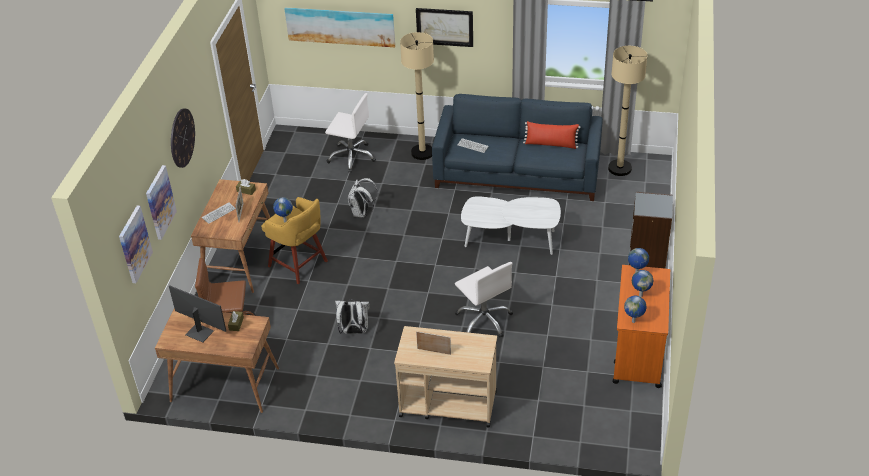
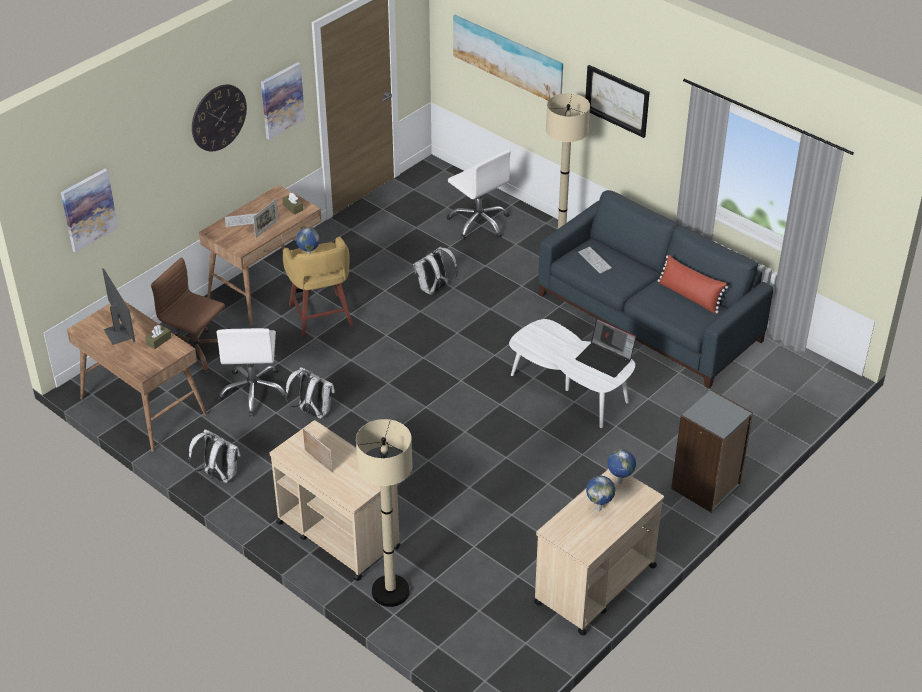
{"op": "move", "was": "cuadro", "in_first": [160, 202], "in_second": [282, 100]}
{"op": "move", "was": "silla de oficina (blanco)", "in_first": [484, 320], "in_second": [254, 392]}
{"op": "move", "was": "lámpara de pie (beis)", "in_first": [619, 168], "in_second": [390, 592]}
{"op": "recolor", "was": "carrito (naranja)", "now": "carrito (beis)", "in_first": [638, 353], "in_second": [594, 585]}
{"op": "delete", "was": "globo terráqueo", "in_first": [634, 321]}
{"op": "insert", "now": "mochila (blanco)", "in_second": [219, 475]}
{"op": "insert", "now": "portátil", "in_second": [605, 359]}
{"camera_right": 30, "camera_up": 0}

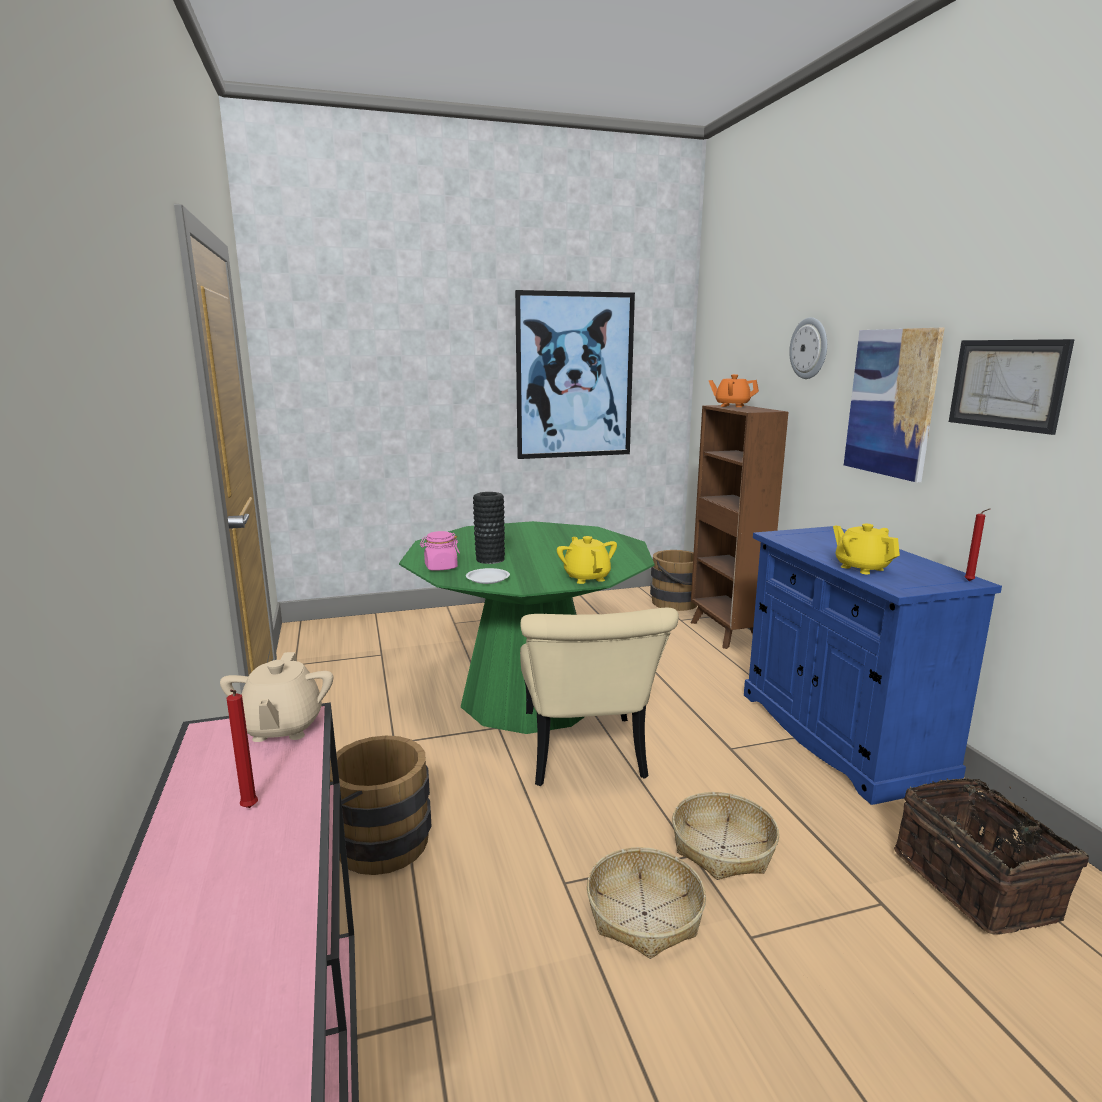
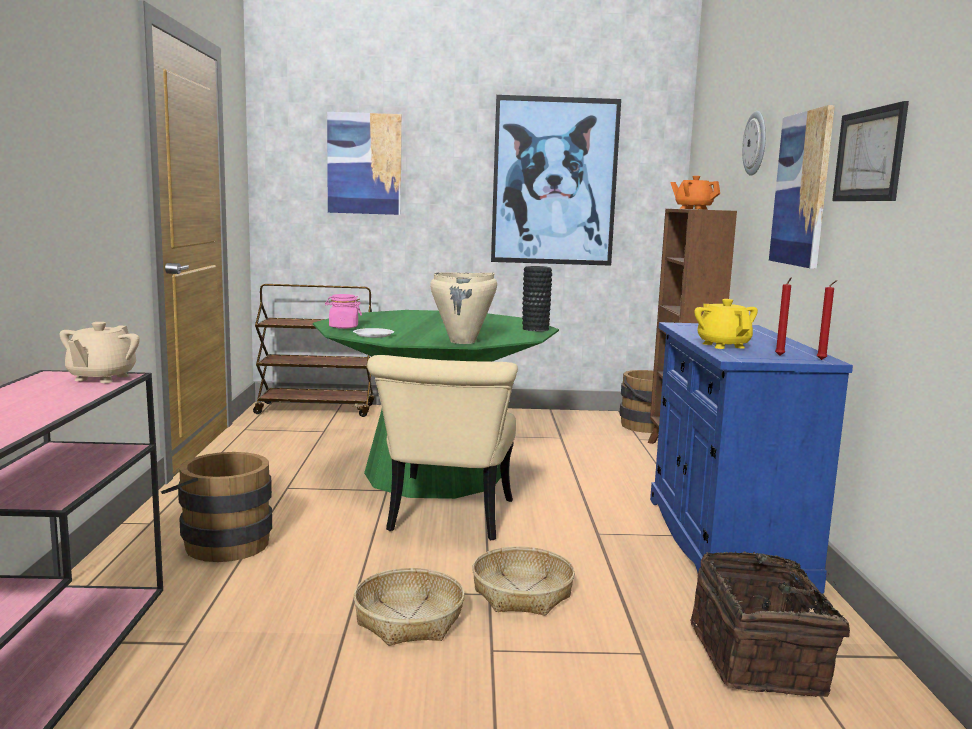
{"op": "move", "was": "vela (rojo)", "in_first": [249, 809], "in_second": [780, 356]}
{"op": "move", "was": "florero (negro)", "in_first": [490, 559], "in_second": [535, 329]}
{"op": "replace", "was": "tetera (amarillo)", "now": "olla (beis)", "in_first": [586, 577], "in_second": [463, 341]}
{"op": "insert", "now": "carrito (marrón)", "in_second": [316, 409]}
{"op": "insert", "now": "cuadro", "in_second": [364, 164]}
{"camera_right": 15, "camera_up": -5}

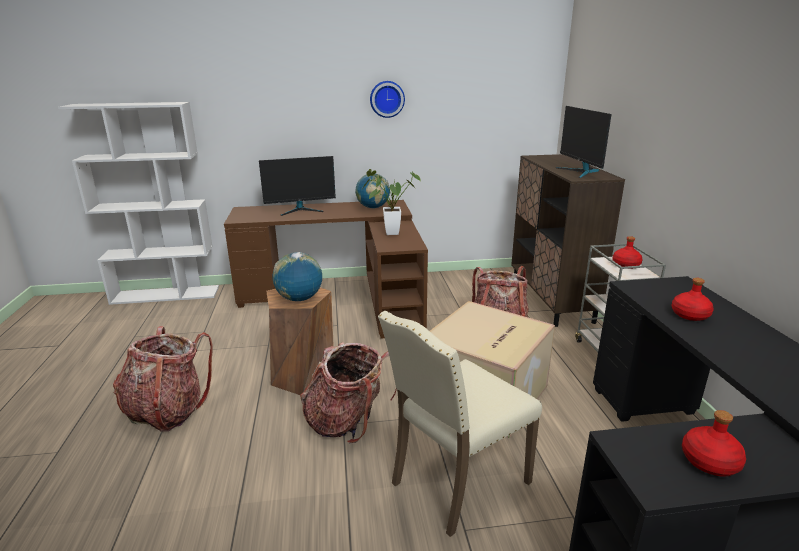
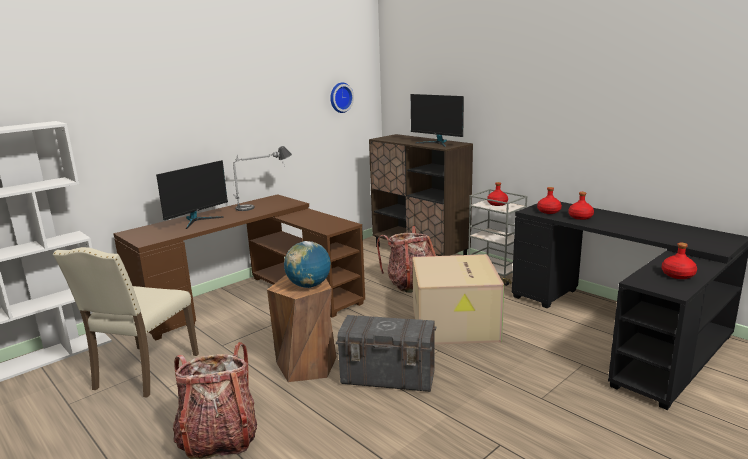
{"op": "replace", "was": "mochila", "now": "caja de almacenaje (gris)", "in_first": [349, 422], "in_second": [388, 377]}
{"op": "replace", "was": "globo terráqueo", "now": "lámpara de mesa", "in_first": [373, 207], "in_second": [263, 205]}
{"op": "delete", "was": "planta en maceta", "in_first": [388, 233]}
{"op": "move", "was": "reloj de pared", "in_first": [387, 99], "in_second": [340, 97]}
{"op": "move", "was": "silla (beis)", "in_first": [456, 482], "in_second": [144, 372]}
{"op": "insert", "now": "botella (rojo)", "in_second": [549, 211]}
{"camera_right": -35, "camera_up": -5}

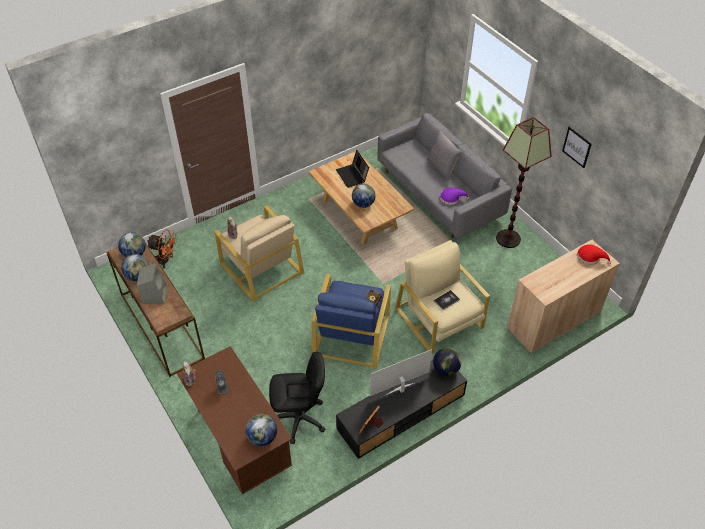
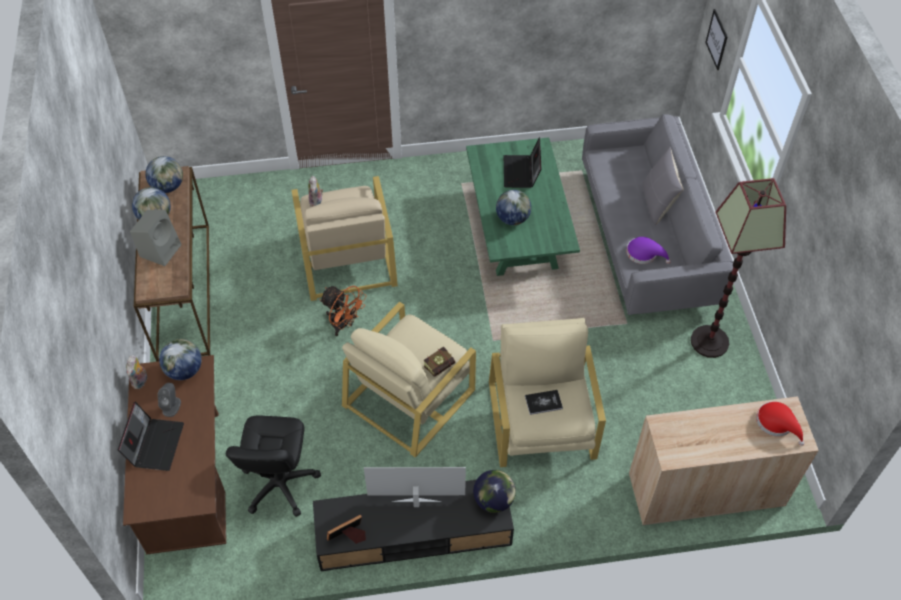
{"op": "move", "was": "ventilador (naranja)", "in_first": [166, 260], "in_second": [344, 325]}
{"op": "move", "was": "globo terráqueo", "in_first": [262, 437], "in_second": [184, 370]}
{"op": "rotate", "was": "silla de oficina (negro)", "in_first": [299, 419], "in_second": [279, 484], "clockwise": 75}
{"op": "recolor", "was": "mesa de centro (beis)", "now": "mesa de centro (verde)", "in_first": [359, 214], "in_second": [518, 229]}
{"op": "recolor", "was": "sillón (azul)", "now": "sillón (beis)", "in_first": [351, 335], "in_second": [409, 396]}
{"op": "move", "was": "cuadro", "in_first": [576, 147], "in_second": [716, 39]}
{"op": "insert", "now": "portátil", "in_second": [155, 444]}
{"camera_right": 25, "camera_up": 5}

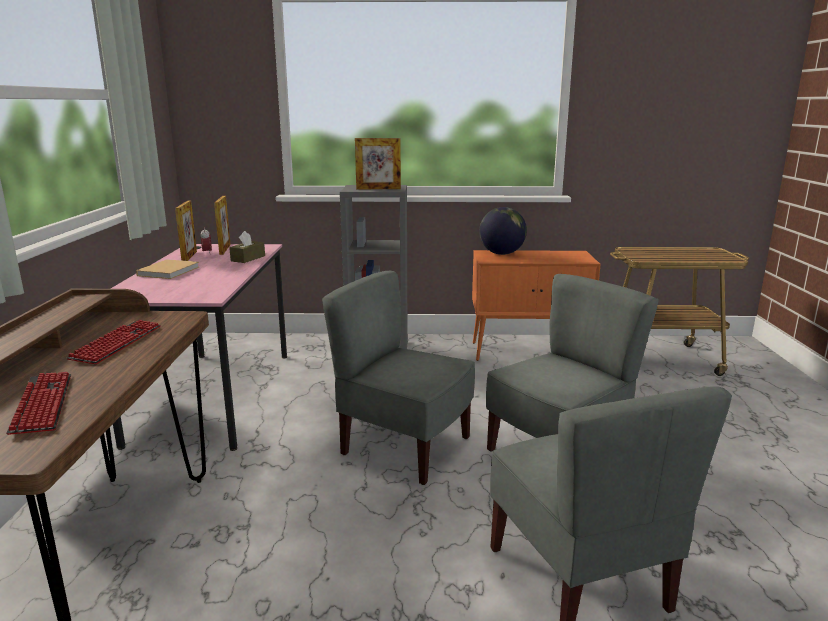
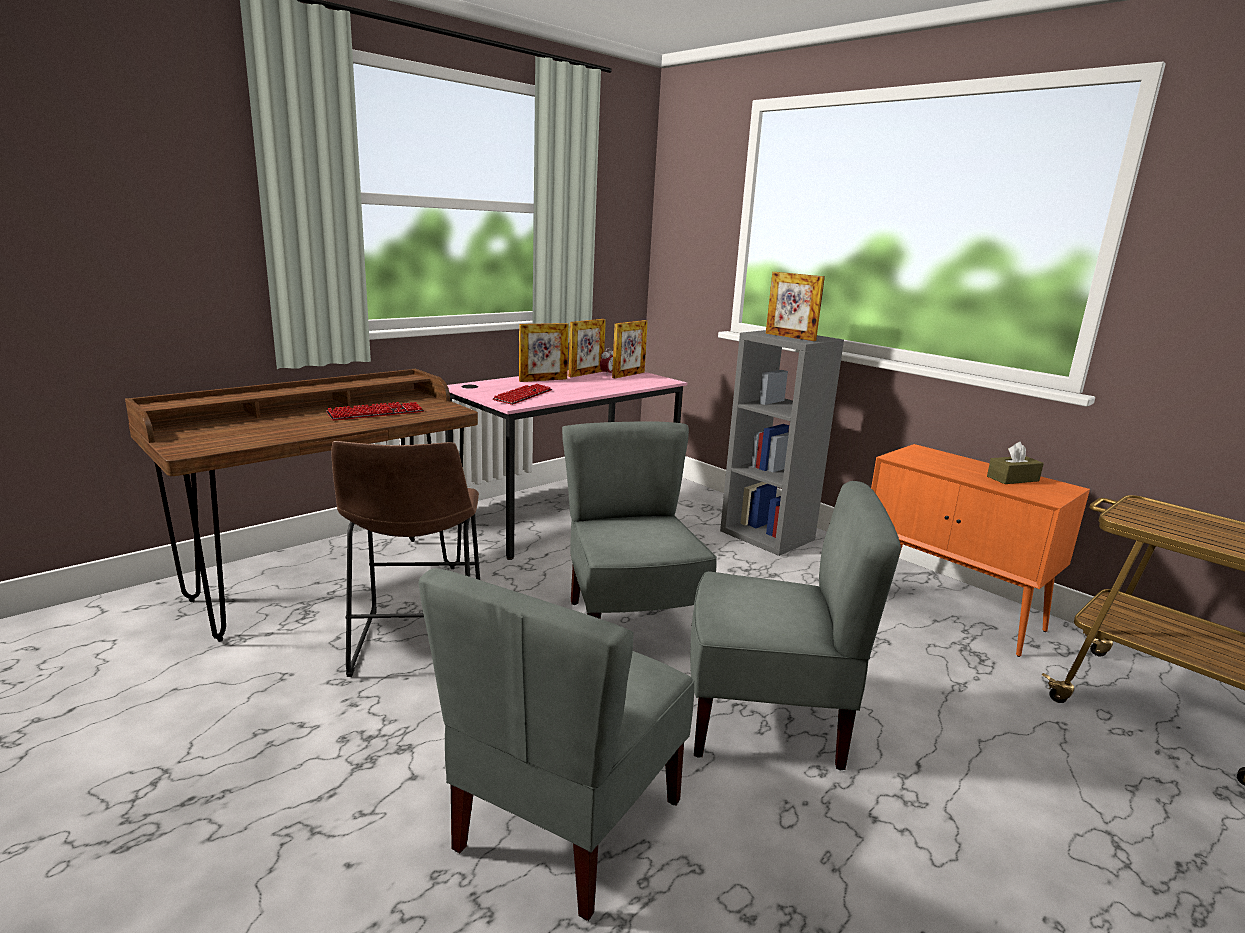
{"op": "move", "was": "teclado", "in_first": [43, 404], "in_second": [523, 396]}
{"op": "replace", "was": "libro (beis)", "now": "portarretratos", "in_first": [170, 271], "in_second": [543, 380]}
{"op": "move", "was": "caja de pañuelos (marrón)", "in_first": [248, 258], "in_second": [1012, 479]}
{"op": "delete", "was": "globo terráqueo", "in_first": [501, 253]}
{"op": "insert", "now": "taburete (marrón)", "in_second": [417, 646]}
{"camera_right": 45, "camera_up": 0}

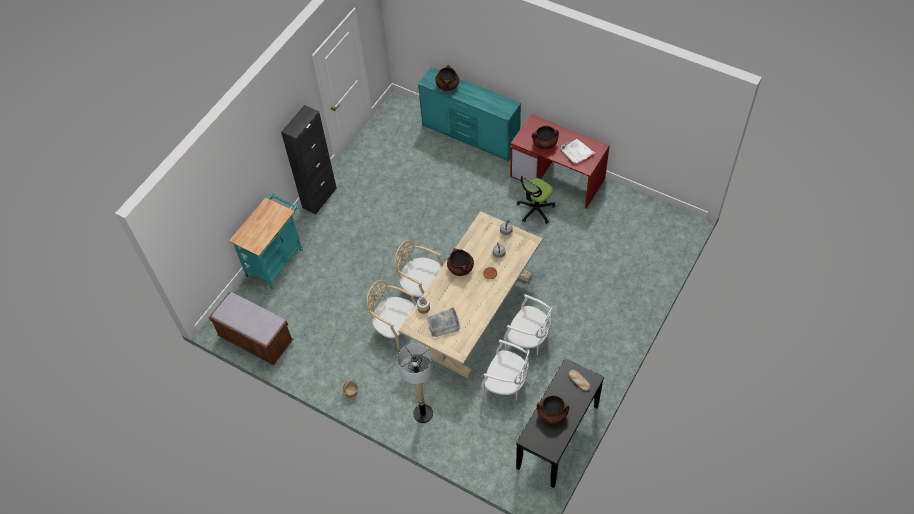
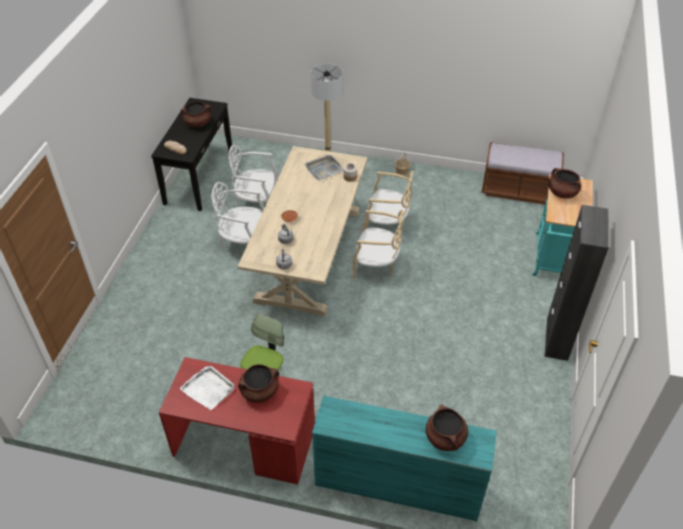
{"op": "move", "was": "olla (marrón)", "in_first": [460, 268], "in_second": [562, 193]}
{"camera_right": 160, "camera_up": -10}

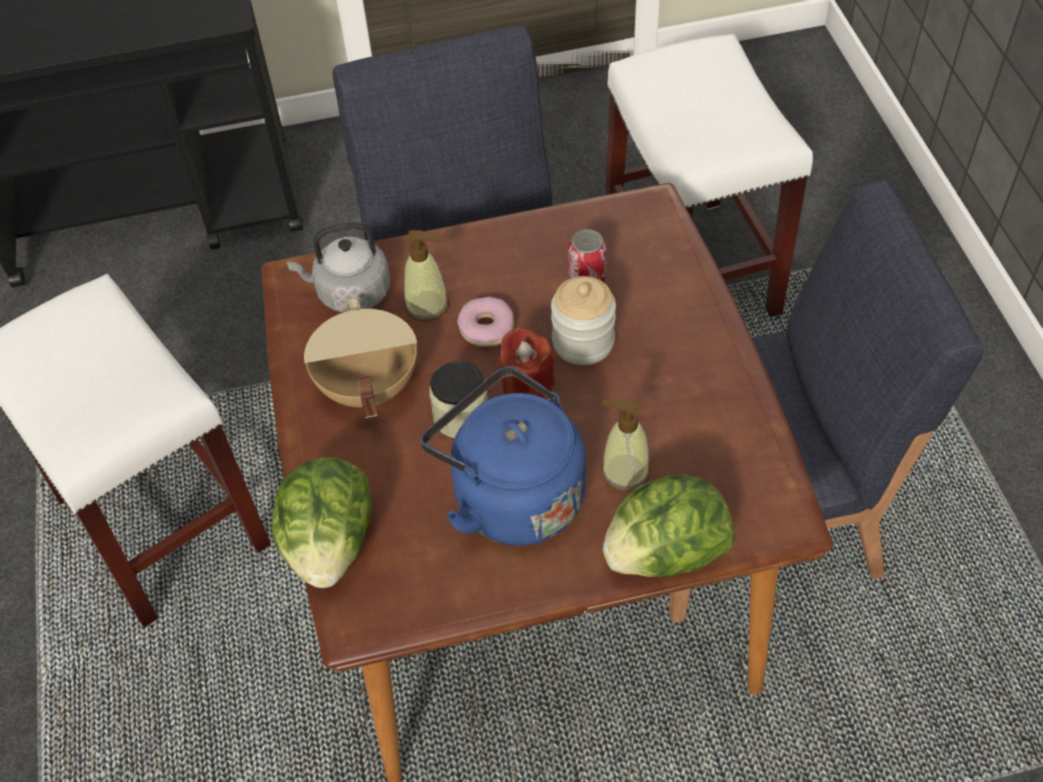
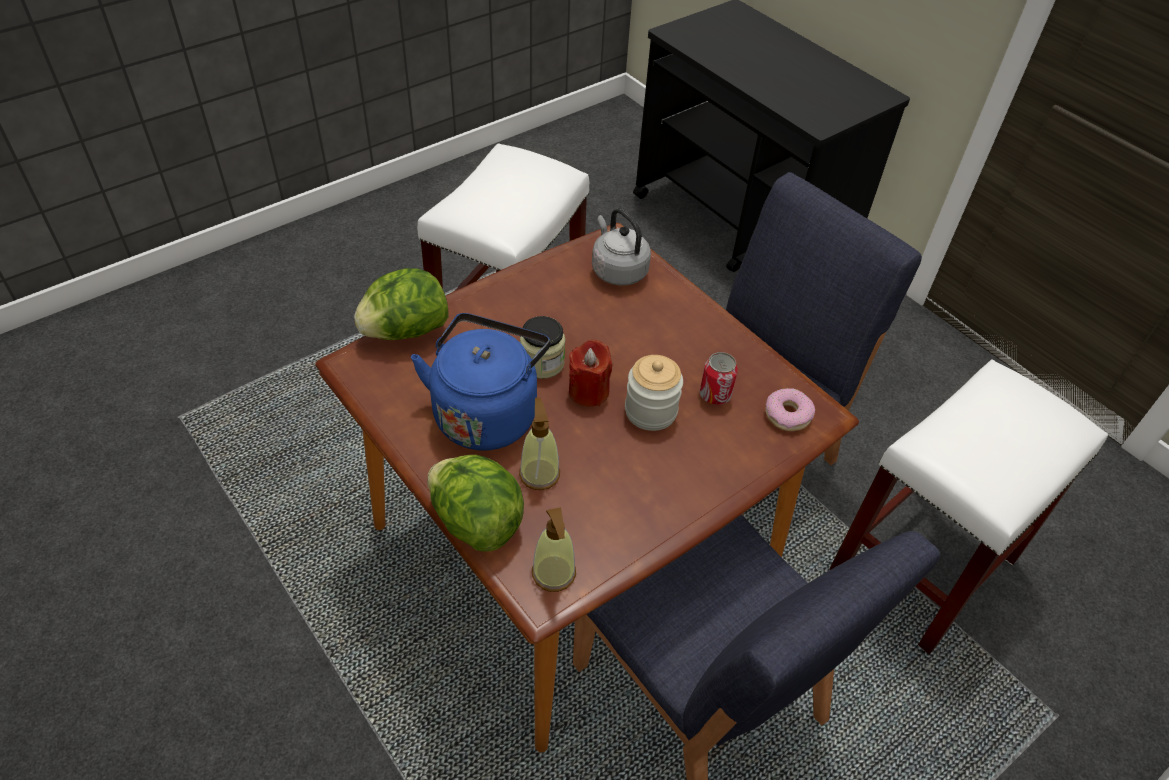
{"op": "delete", "was": "olla (beis)", "in_first": [366, 387]}
{"op": "move", "was": "dispensador de jabón", "in_first": [427, 306], "in_second": [554, 573]}
{"op": "move", "was": "rosquilla", "in_first": [487, 328], "in_second": [788, 415]}
{"camera_right": 60, "camera_up": -5}

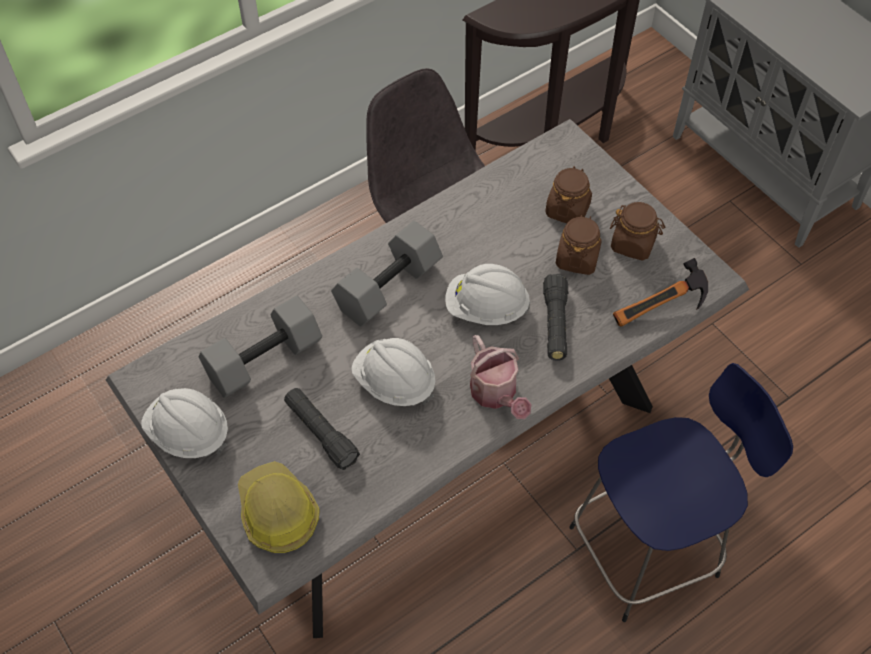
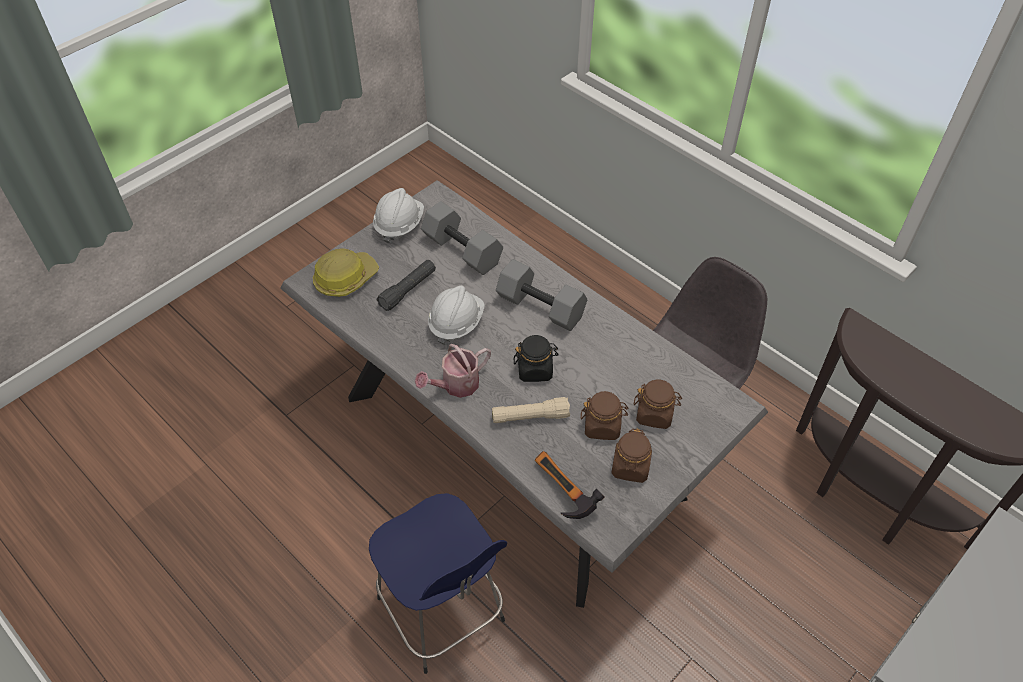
{"op": "replace", "was": "casco (blanco)", "now": "tarro (negro)", "in_first": [486, 308], "in_second": [535, 369]}
{"op": "recolor", "was": "linterna (negro)", "now": "linterna (beis)", "in_first": [555, 324], "in_second": [530, 417]}
{"camera_right": 80, "camera_up": -5}

